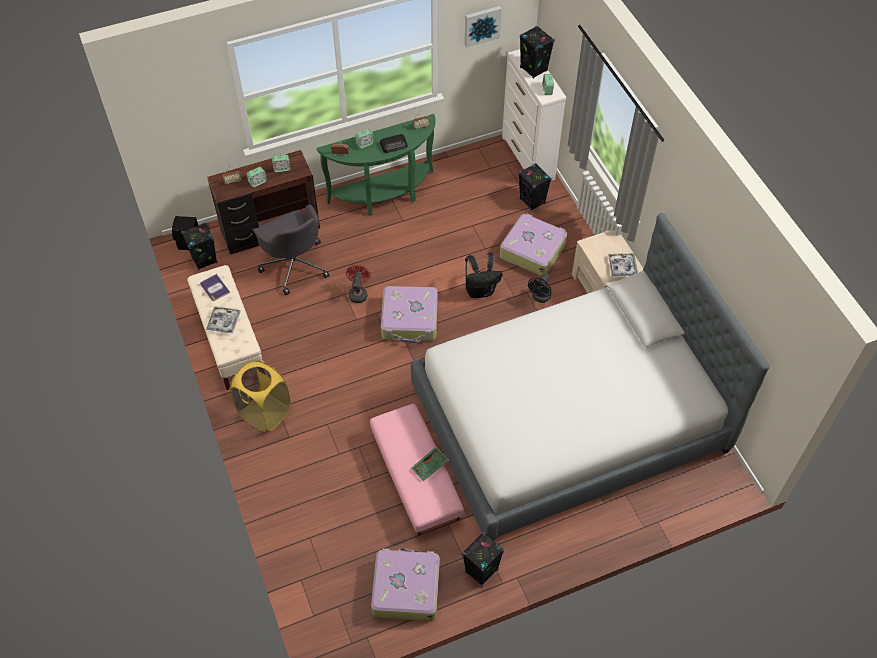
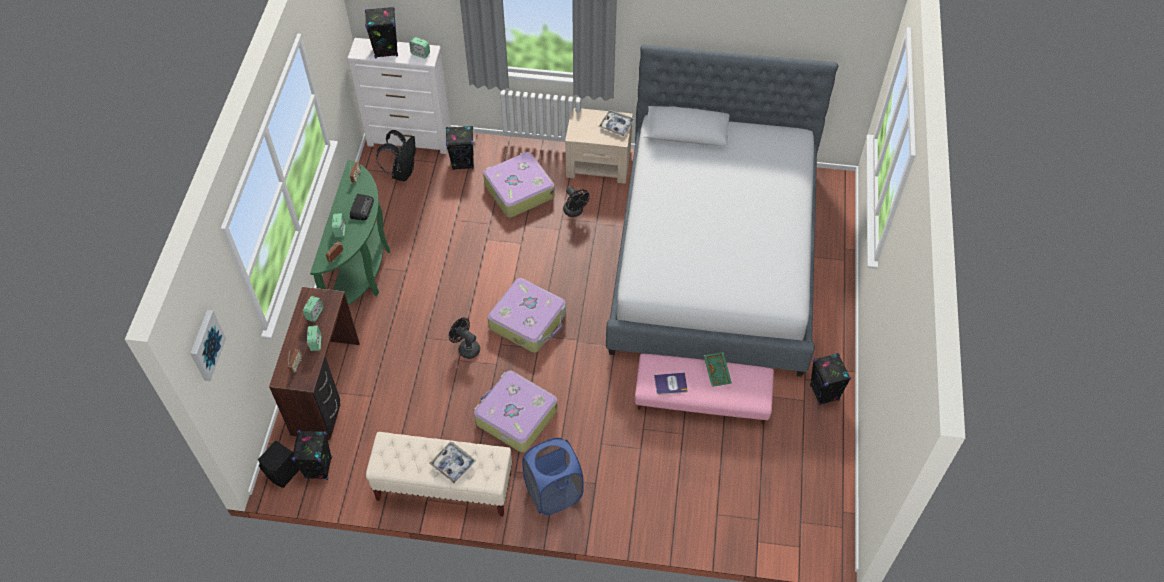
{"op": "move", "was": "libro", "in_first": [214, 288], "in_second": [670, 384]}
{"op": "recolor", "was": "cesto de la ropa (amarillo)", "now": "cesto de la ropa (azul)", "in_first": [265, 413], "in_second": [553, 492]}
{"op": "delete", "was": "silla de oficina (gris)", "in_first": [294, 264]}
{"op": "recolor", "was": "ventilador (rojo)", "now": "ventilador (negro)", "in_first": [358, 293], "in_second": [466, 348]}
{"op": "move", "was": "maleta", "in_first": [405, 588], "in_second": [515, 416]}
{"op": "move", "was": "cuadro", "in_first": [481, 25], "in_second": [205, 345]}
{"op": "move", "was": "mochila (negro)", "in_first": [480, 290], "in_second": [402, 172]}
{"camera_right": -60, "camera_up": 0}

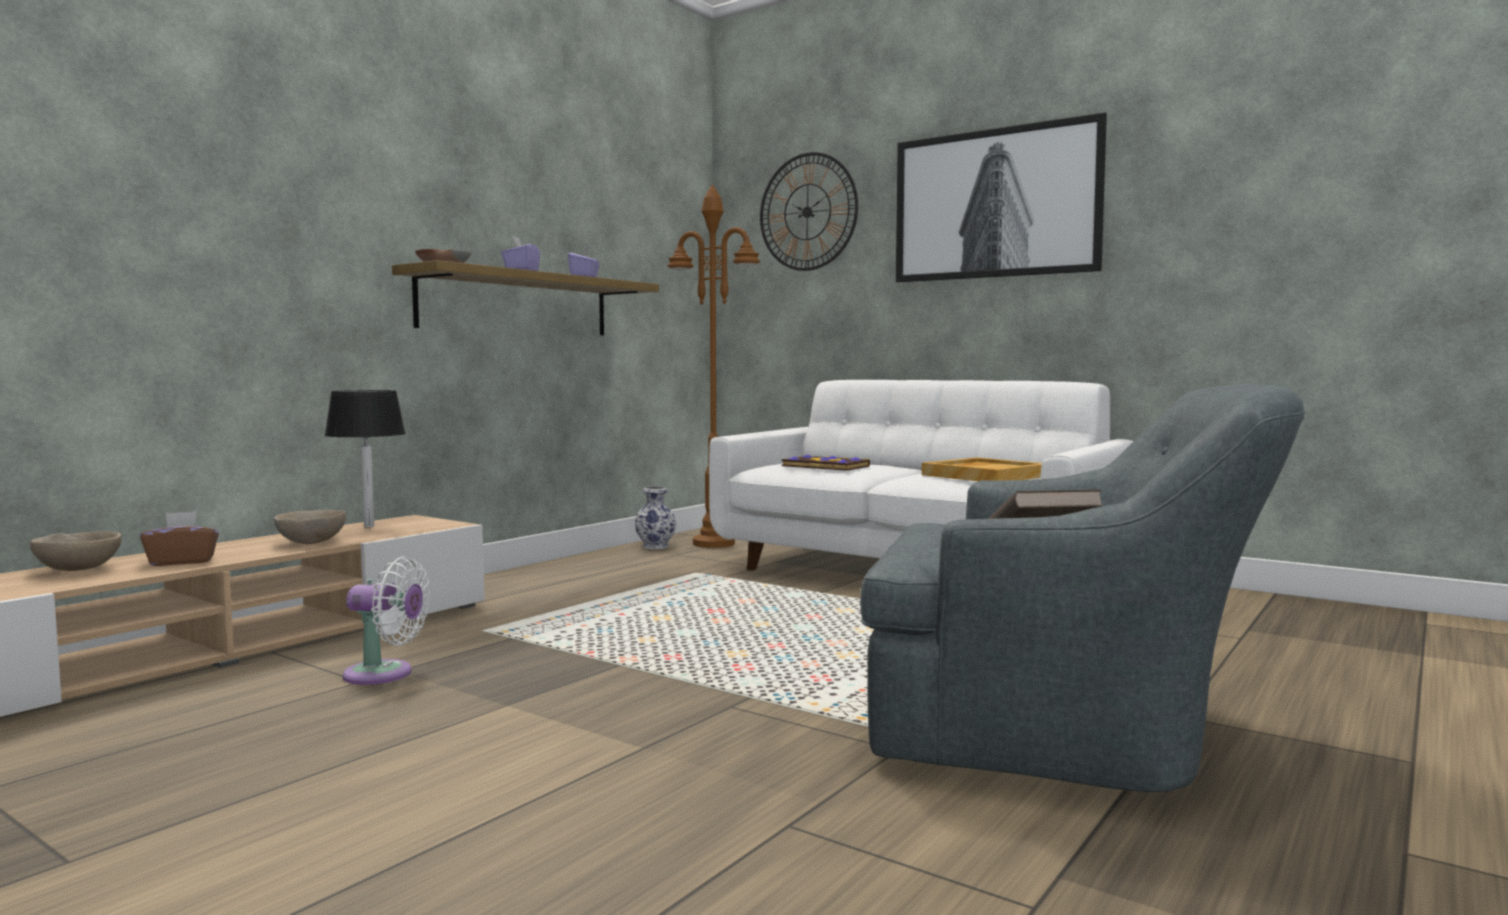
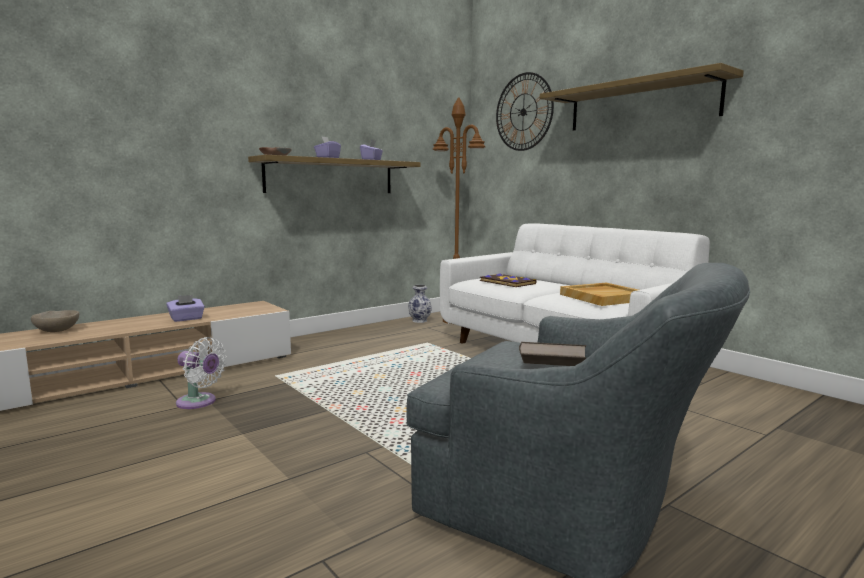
{"op": "delete", "was": "caja de pañuelos (marrón)", "in_first": [182, 561]}
{"op": "replace", "was": "cuenco (beis)", "now": "caja de pañuelos (morado)", "in_first": [311, 542], "in_second": [186, 319]}
{"op": "delete", "was": "lámpara de mesa (negro)", "in_first": [369, 526]}
{"op": "replace", "was": "cuadro", "now": "estante", "in_first": [996, 204], "in_second": [641, 105]}
{"camera_right": 15, "camera_up": 5}

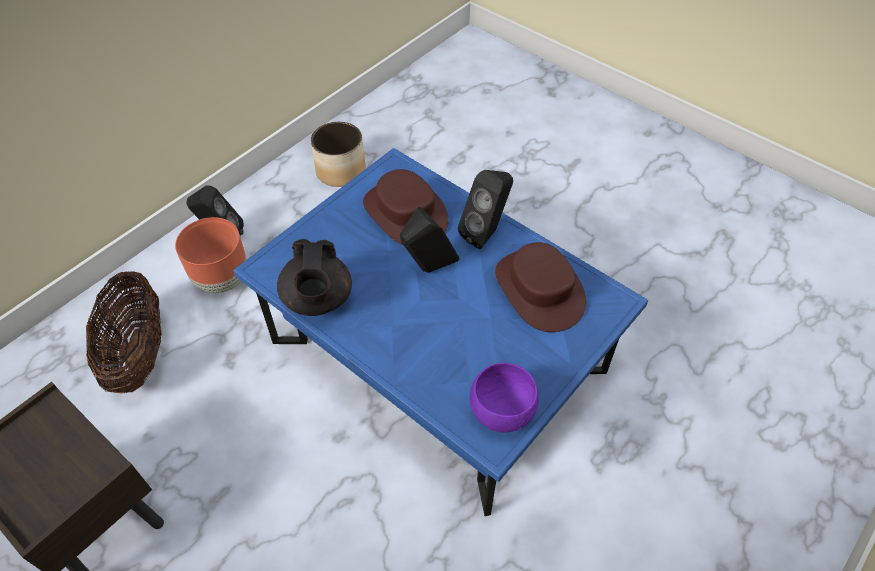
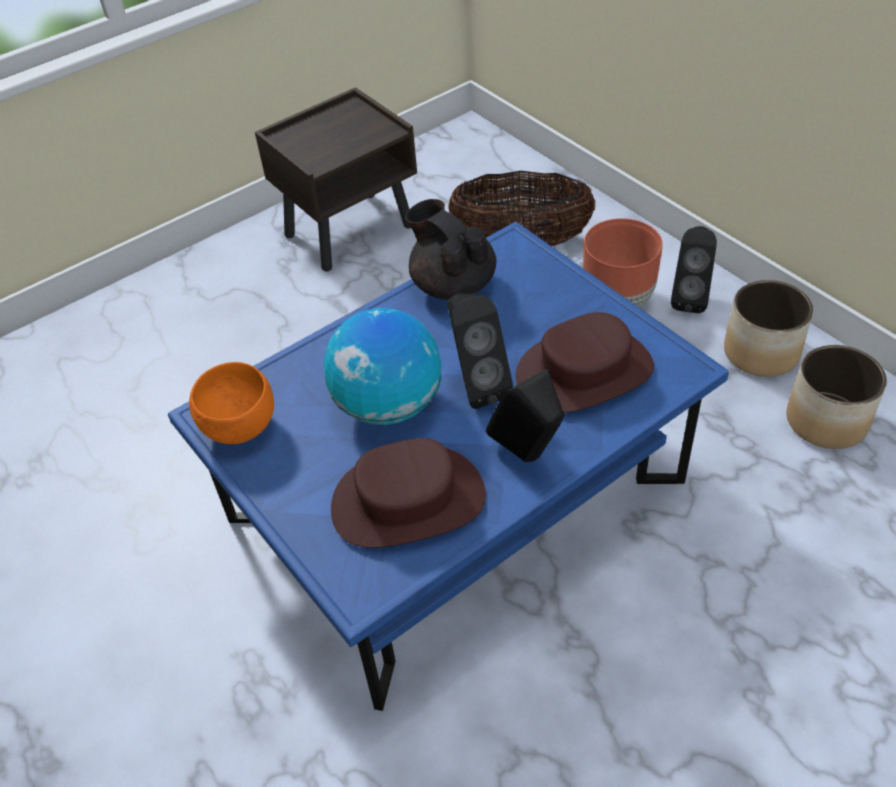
{"op": "rotate", "was": "tetera (negro)", "in_first": [318, 300], "in_second": [452, 284], "clockwise": 45}
{"op": "recolor", "was": "cuenco (morado)", "now": "cuenco (naranja)", "in_first": [502, 413], "in_second": [238, 427]}
{"op": "insert", "now": "globo terráqueo", "in_second": [388, 405]}
{"op": "insert", "now": "maceta", "in_second": [761, 353]}
{"camera_right": 105, "camera_up": -5}

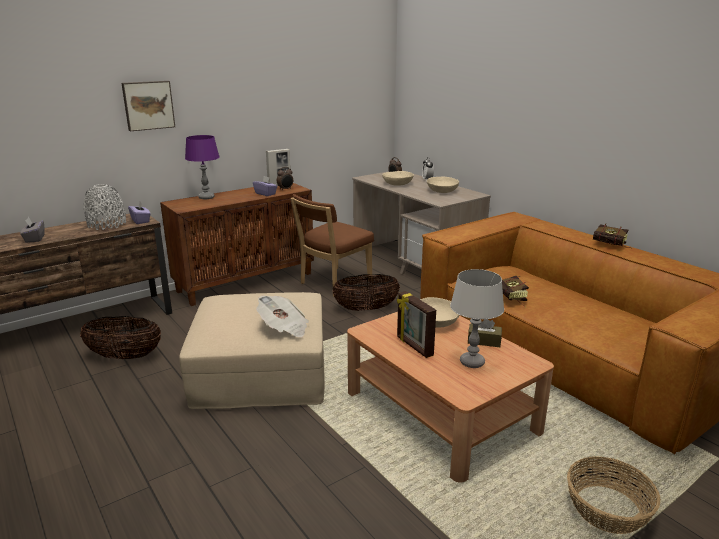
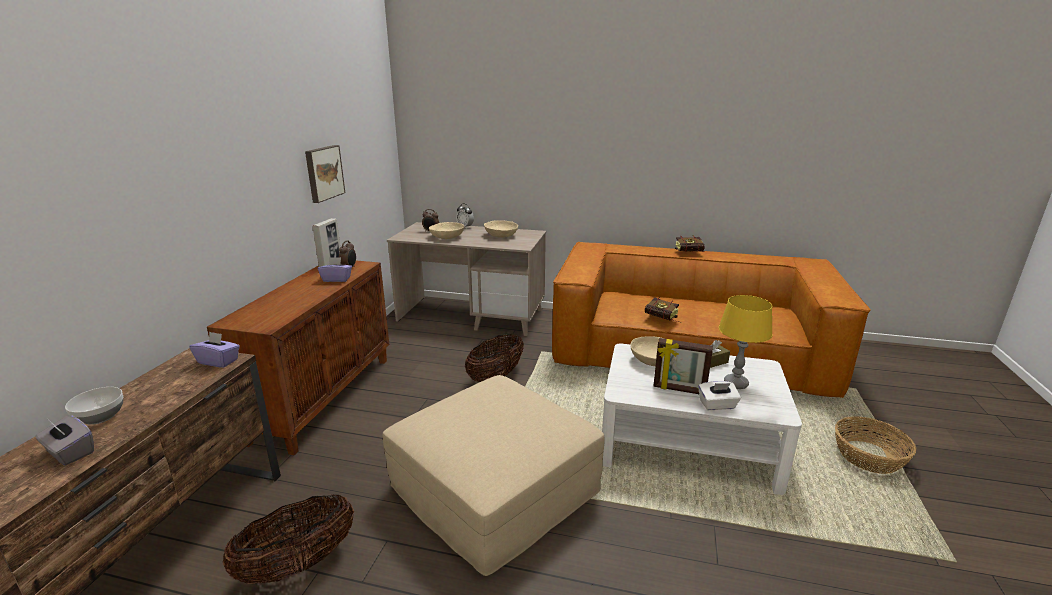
{"op": "delete", "was": "florero (gris)", "in_first": [107, 224]}
{"op": "move", "was": "cuadro", "in_first": [148, 105], "in_second": [323, 173]}
{"op": "delete", "was": "lámpara de mesa (morado)", "in_first": [206, 197]}
{"op": "delete", "was": "periódico", "in_first": [284, 328]}
{"op": "delete", "was": "silla (marrón)", "in_first": [333, 283]}
{"op": "recolor", "was": "mesa de centro (marrón)", "now": "mesa de centro (blanco)", "in_first": [441, 411], "in_second": [688, 442]}
{"op": "recolor", "was": "lámpara de mesa (gris)", "now": "lámpara de mesa (amarillo)", "in_first": [472, 362], "in_second": [736, 384]}
{"op": "insert", "now": "cuenco", "in_second": [101, 416]}
{"op": "insert", "now": "caja de pañuelos (blanco)", "in_second": [717, 405]}
{"camera_right": -40, "camera_up": 0}

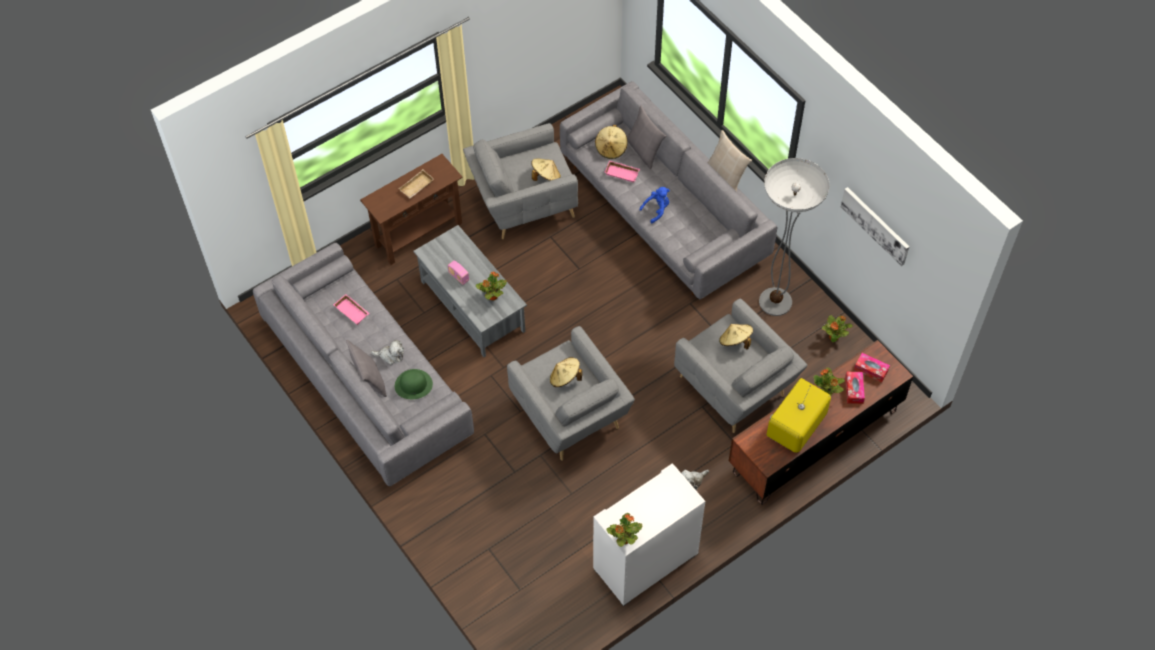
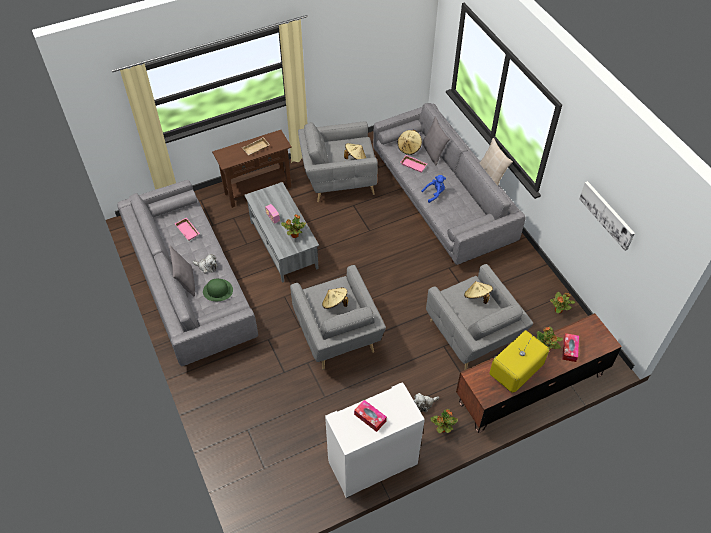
{"op": "move", "was": "planta en maceta", "in_first": [624, 539], "in_second": [442, 428]}
{"op": "delete", "was": "lámpara de pie", "in_first": [775, 302]}
{"op": "move", "was": "caja de pañuelos", "in_first": [871, 370], "in_second": [370, 418]}
{"camera_right": 10, "camera_up": -5}

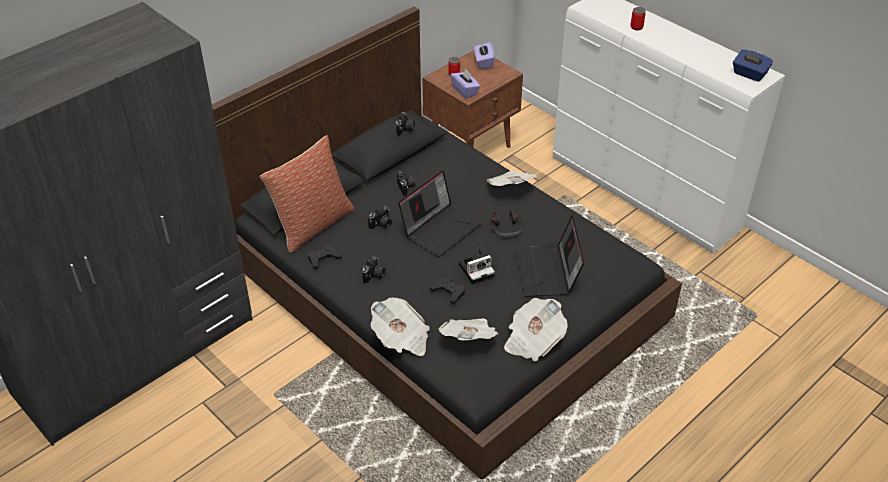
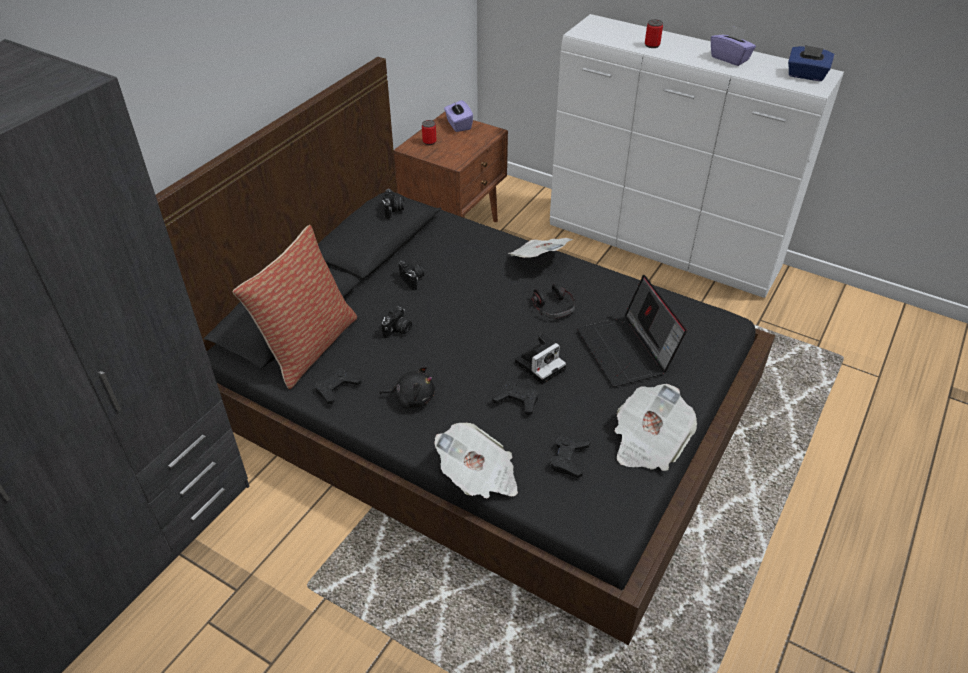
{"op": "replace", "was": "cámara", "now": "peluche (negro)", "in_first": [374, 276], "in_second": [412, 398]}
{"op": "delete", "was": "portátil", "in_first": [440, 228]}
{"op": "replace", "was": "periódico", "now": "mando de consola (negro)", "in_first": [469, 339], "in_second": [569, 459]}
{"op": "move", "was": "caja de pañuelos (morado)", "in_first": [465, 91], "in_second": [730, 58]}
{"camera_right": -15, "camera_up": 0}

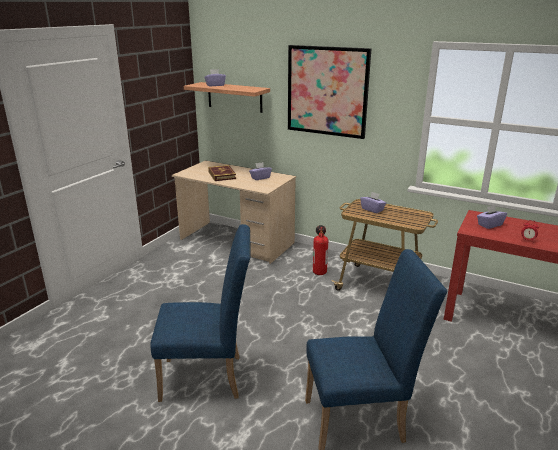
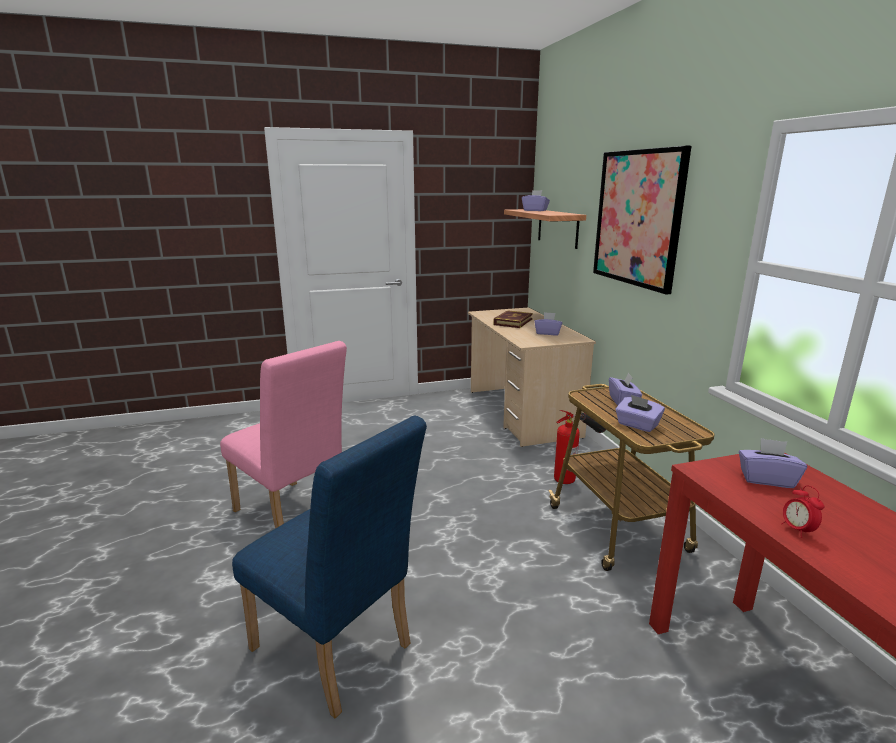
{"op": "recolor", "was": "silla (azul)", "now": "silla (rosa)", "in_first": [209, 377], "in_second": [293, 516]}
{"op": "insert", "now": "caja de pañuelos (morado)", "in_second": [637, 425]}
{"camera_right": 45, "camera_up": -5}

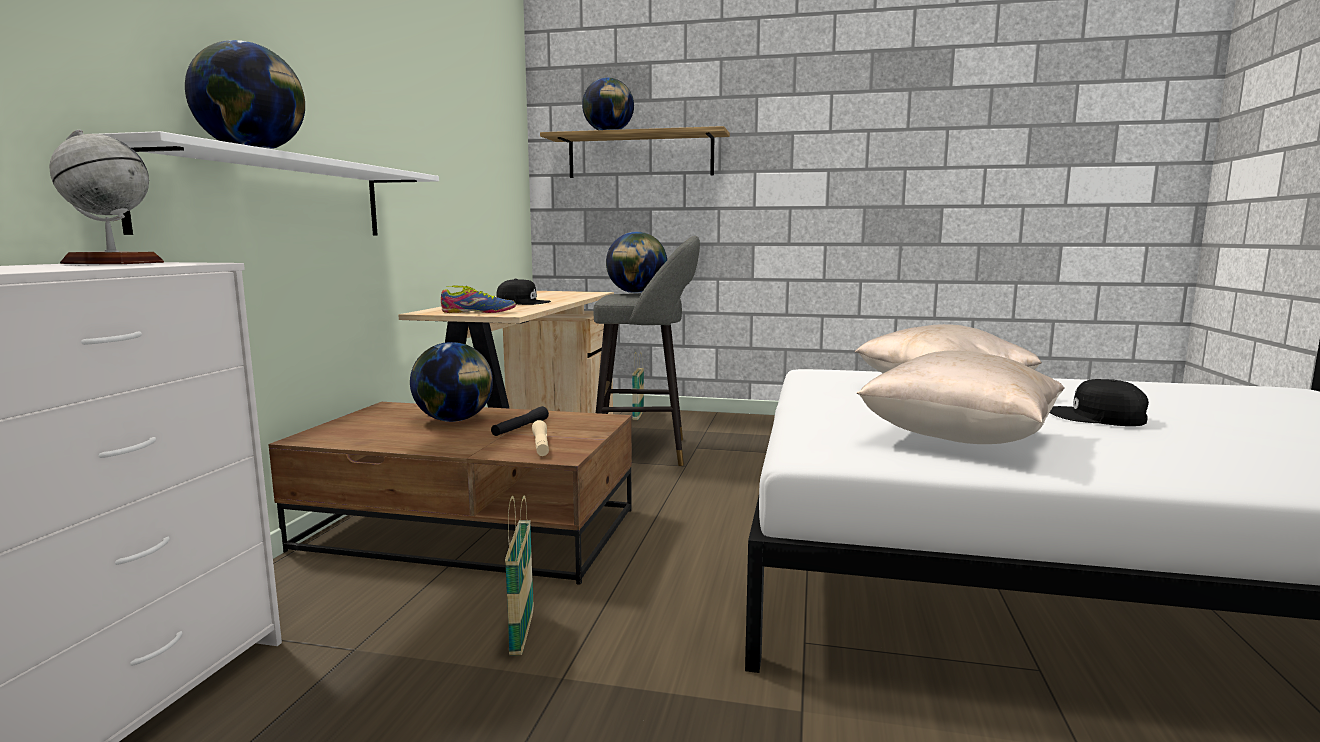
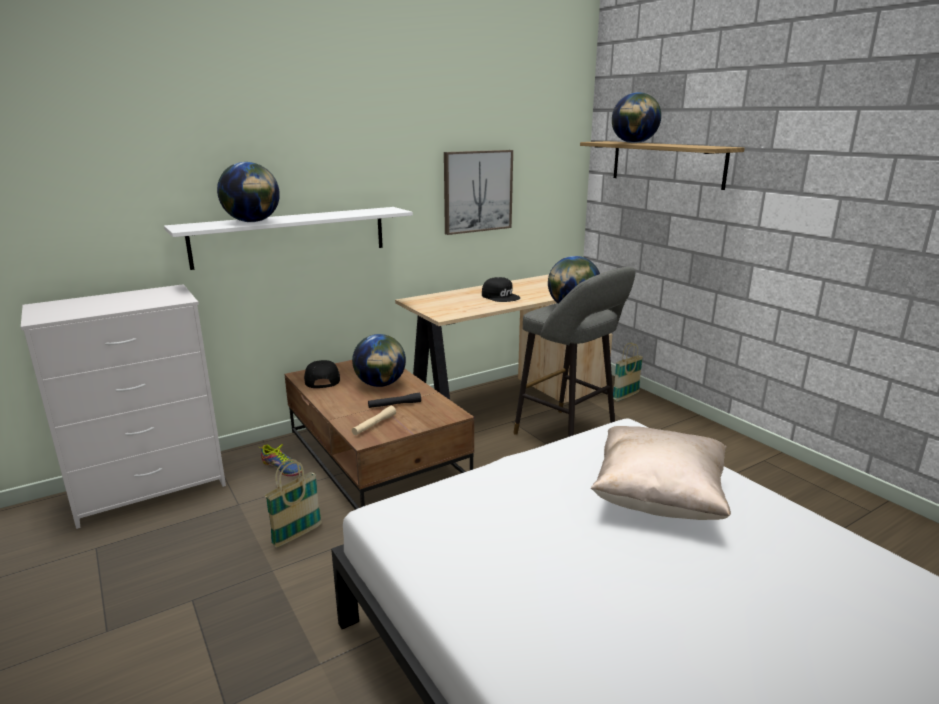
{"op": "delete", "was": "globo terráqueo", "in_first": [112, 263]}
{"op": "move", "was": "zapato", "in_first": [478, 312], "in_second": [282, 467]}
{"op": "delete", "was": "cojín (beis)", "in_first": [959, 439]}
{"op": "move", "was": "gorra (negro)", "in_first": [1097, 417], "in_second": [321, 379]}
{"op": "insert", "now": "cuadro", "in_second": [477, 191]}
{"camera_right": 45, "camera_up": 10}

